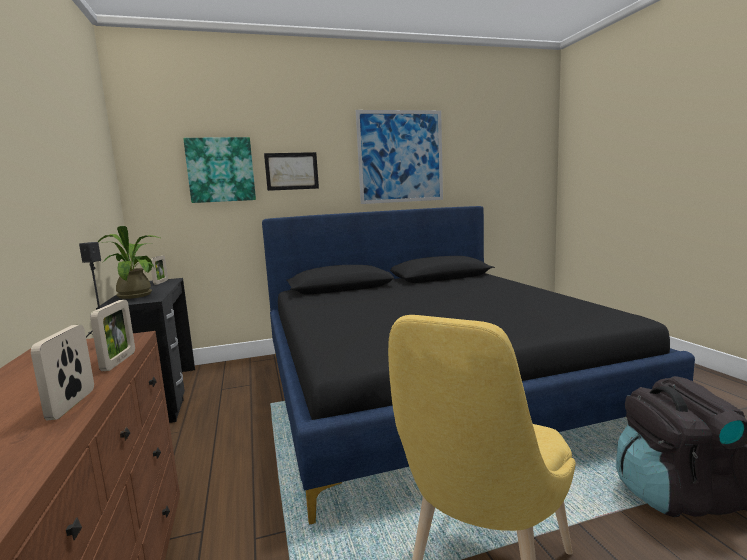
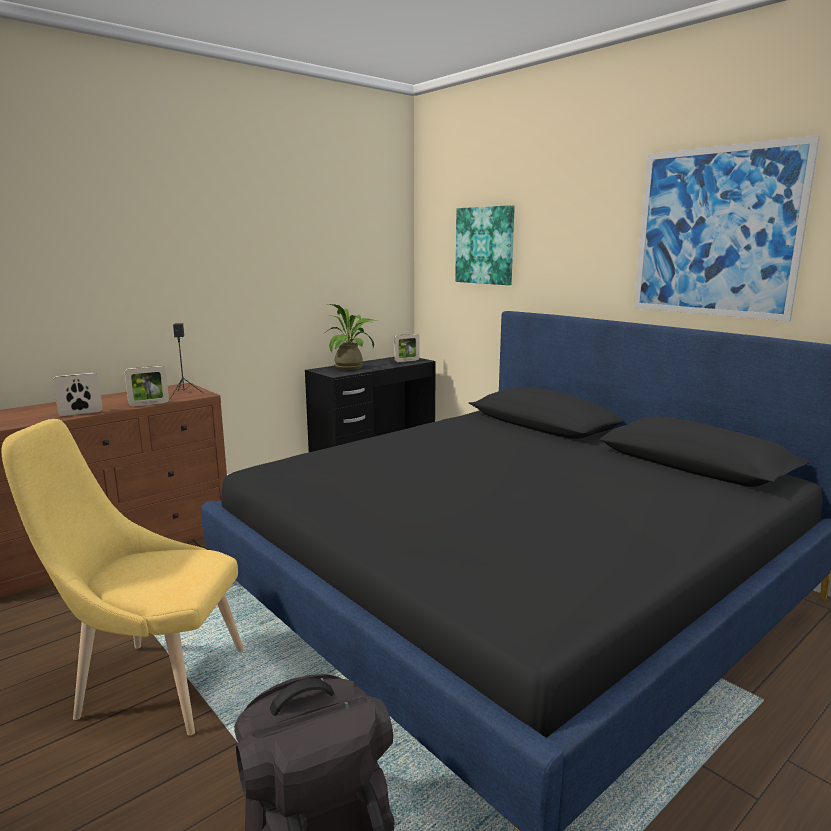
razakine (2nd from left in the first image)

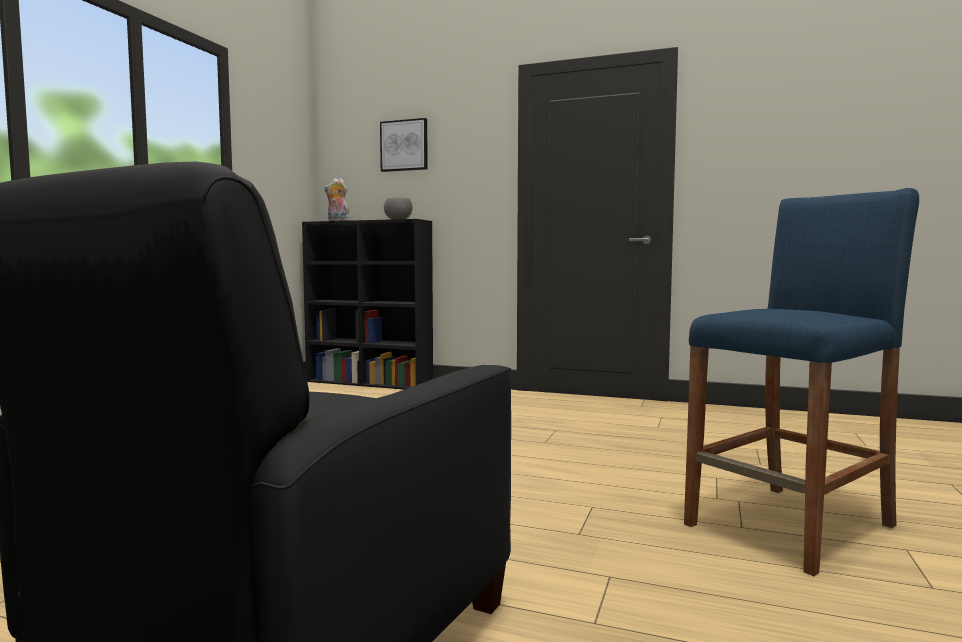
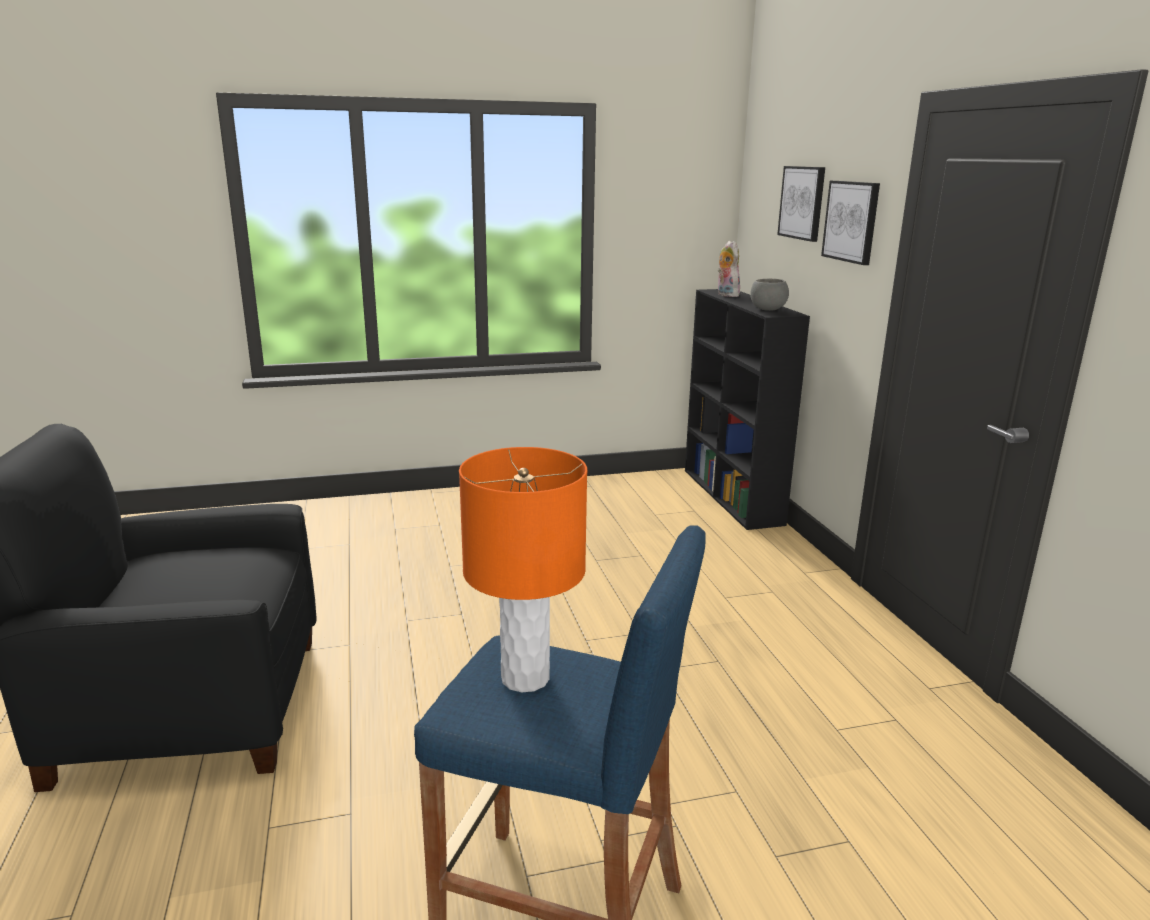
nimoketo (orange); razakine (2nd from left)

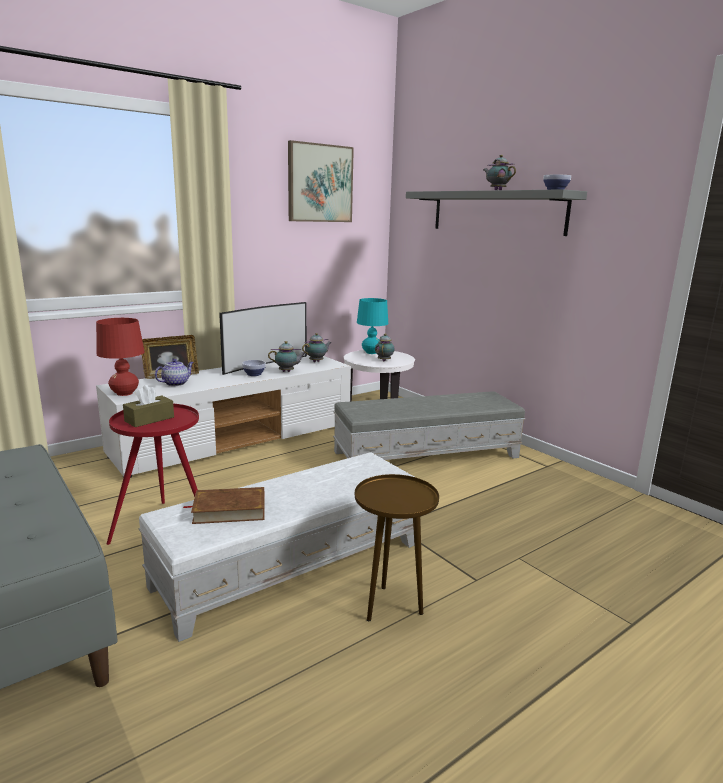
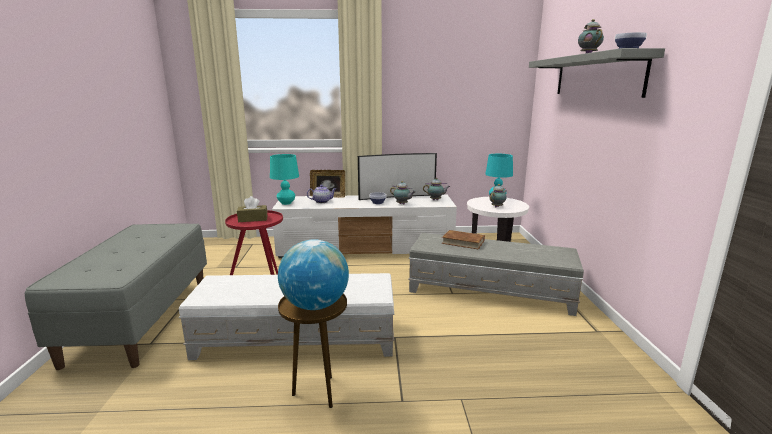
nimoketo (turquoise) (1st from left); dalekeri; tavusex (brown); razakine

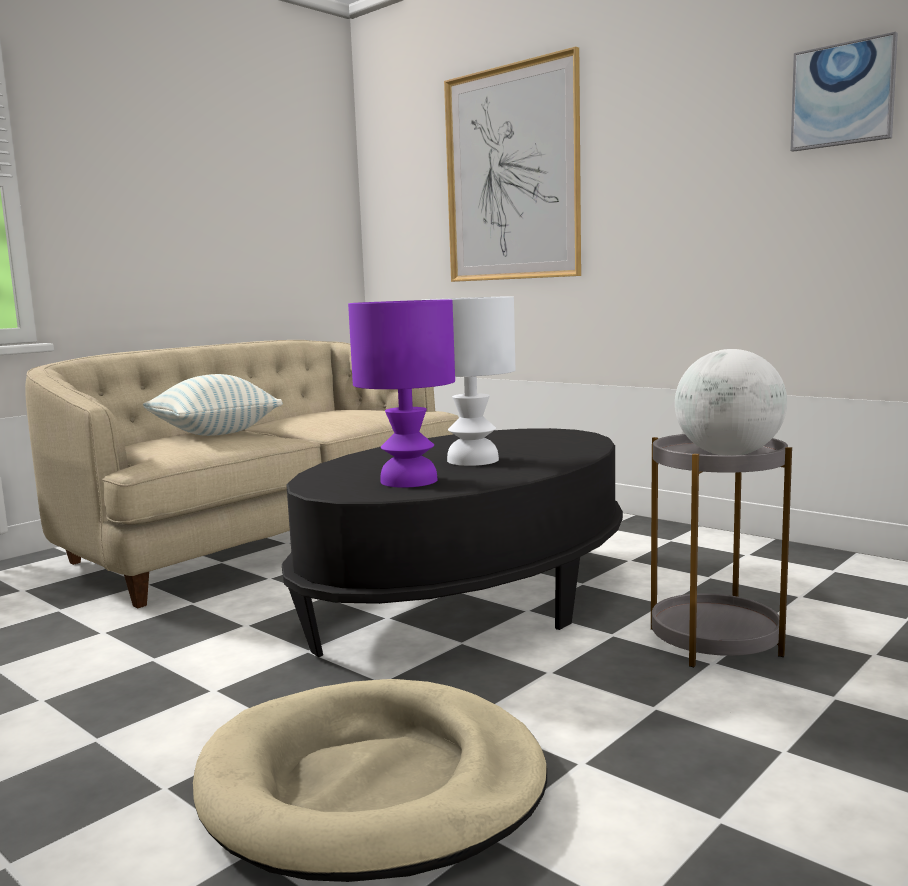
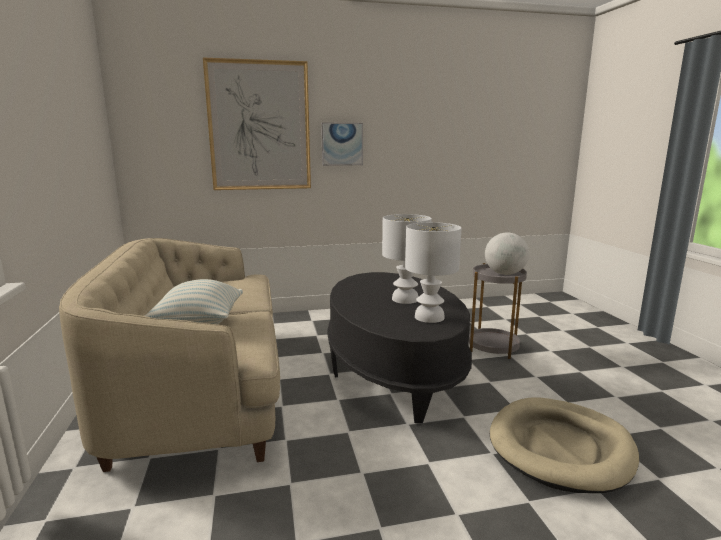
razakine (2nd from left); nimoketo (white) (2nd from left)

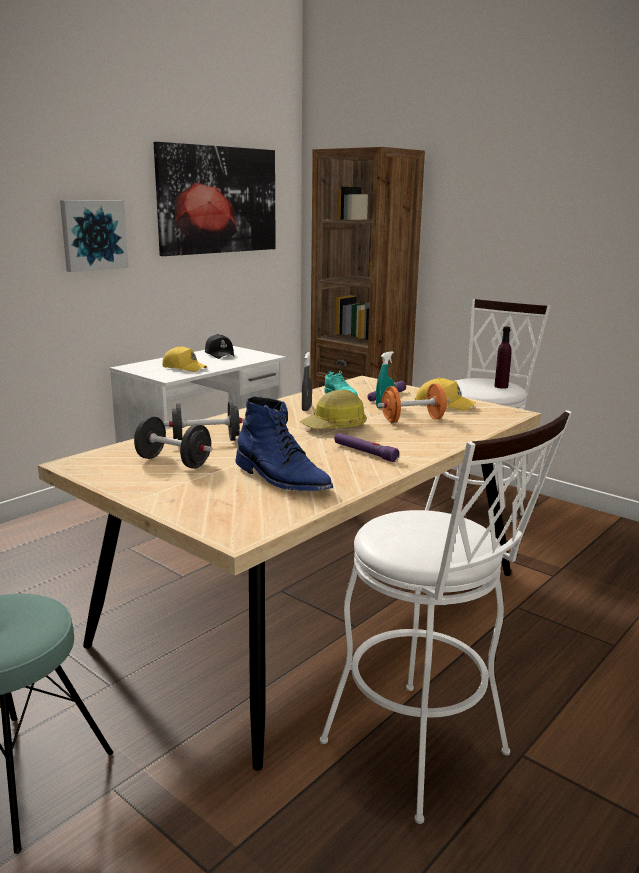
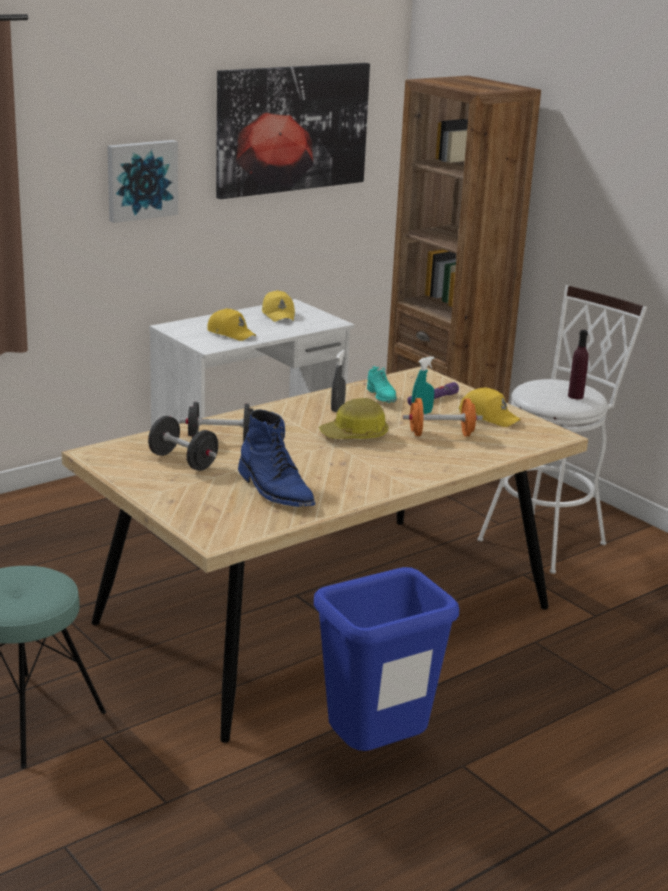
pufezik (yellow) (2nd from left); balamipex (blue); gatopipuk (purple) (1st from left in the first image)

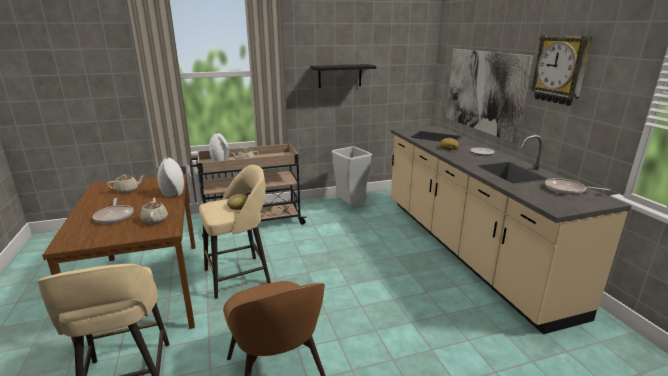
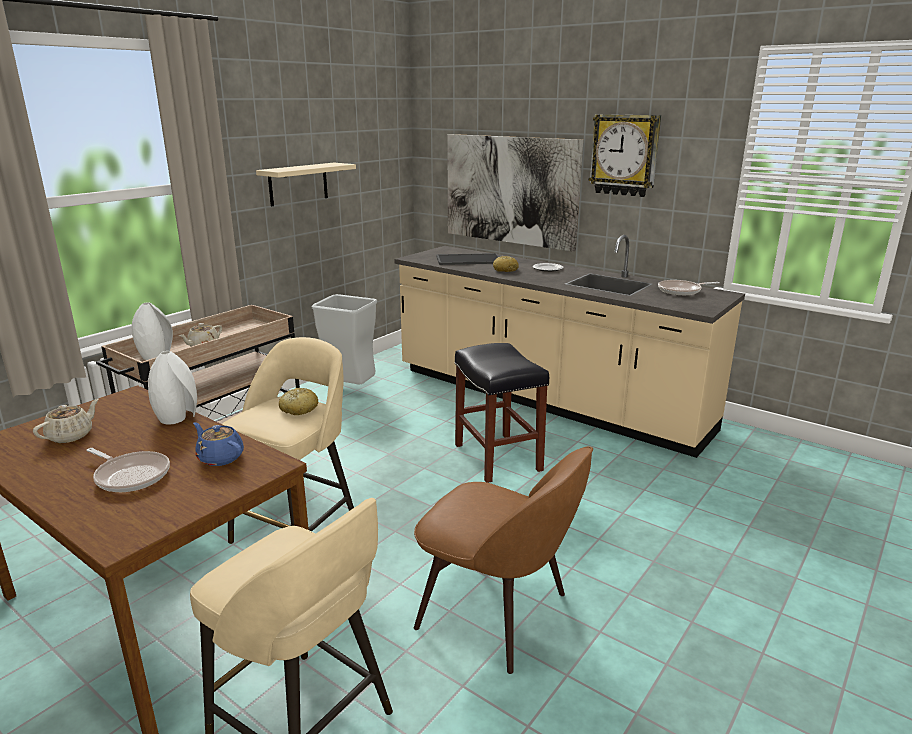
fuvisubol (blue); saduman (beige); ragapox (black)

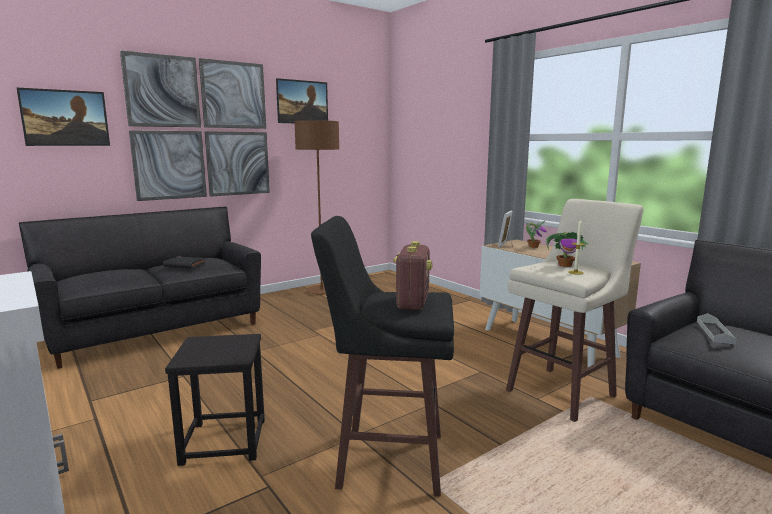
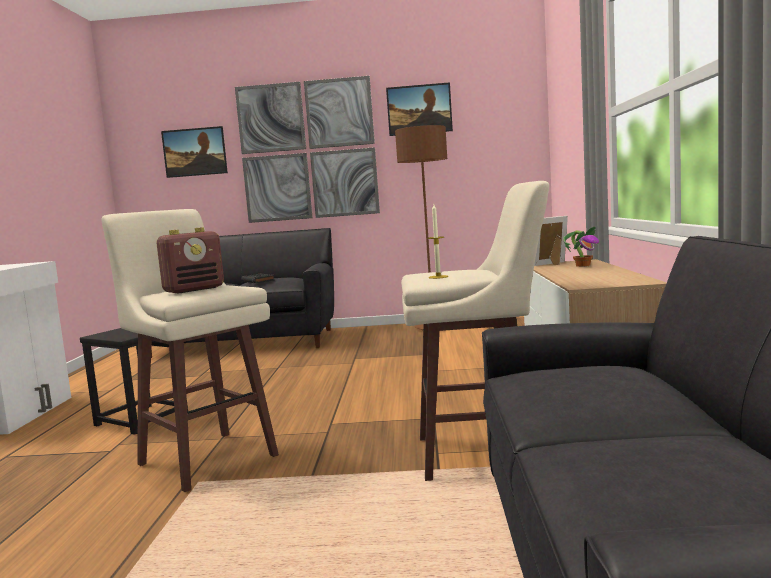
ragapox (beige) (1st from left); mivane (2nd from left in the first image); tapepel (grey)

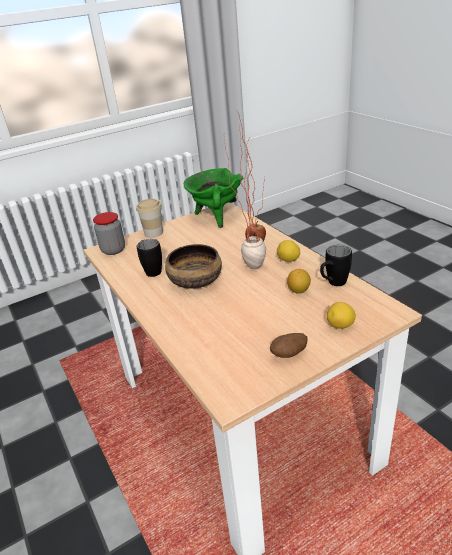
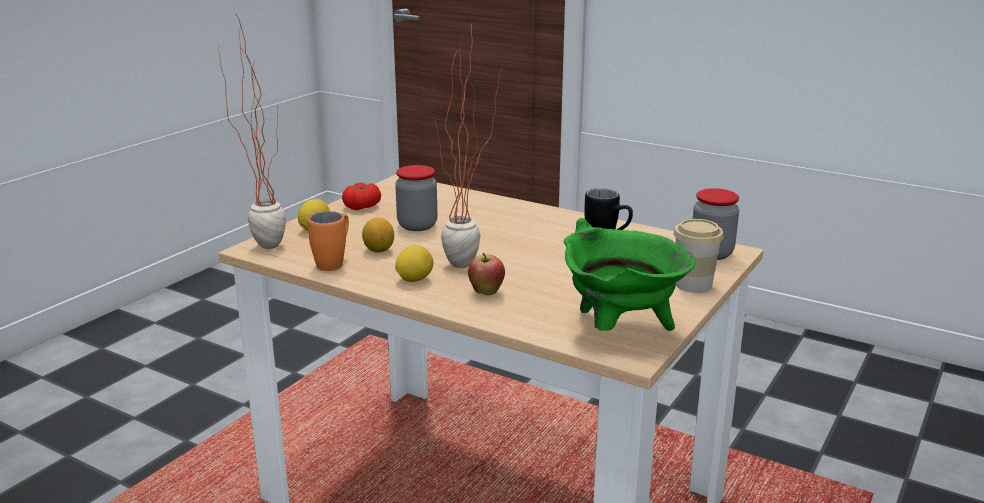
mivane (1st from left); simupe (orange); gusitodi; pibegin (1st from left); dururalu

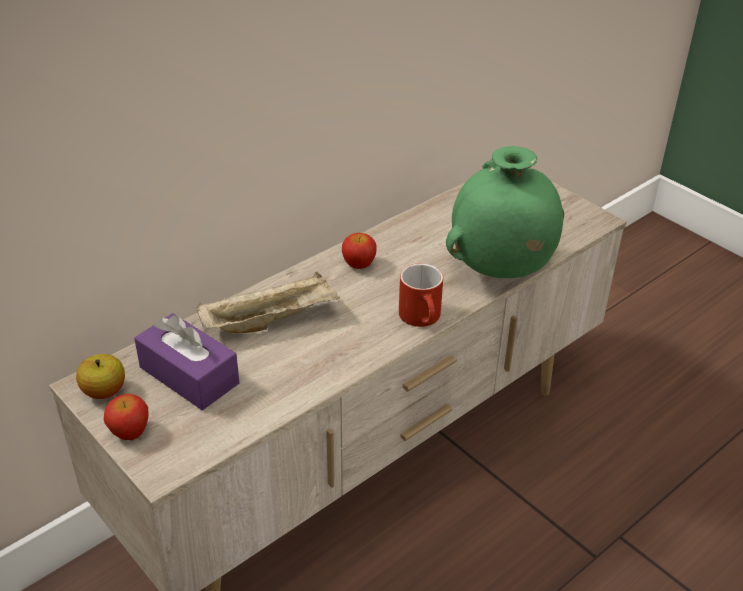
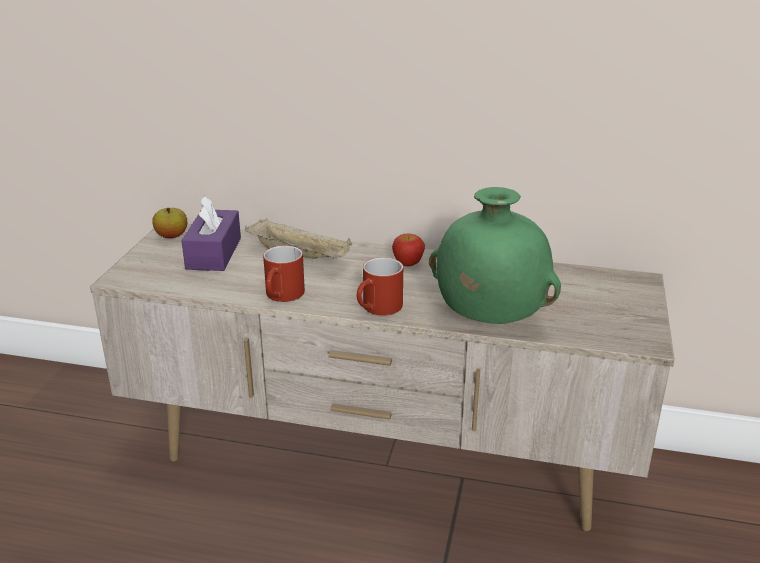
simupe (red) (1st from left); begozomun (2nd from left in the first image)

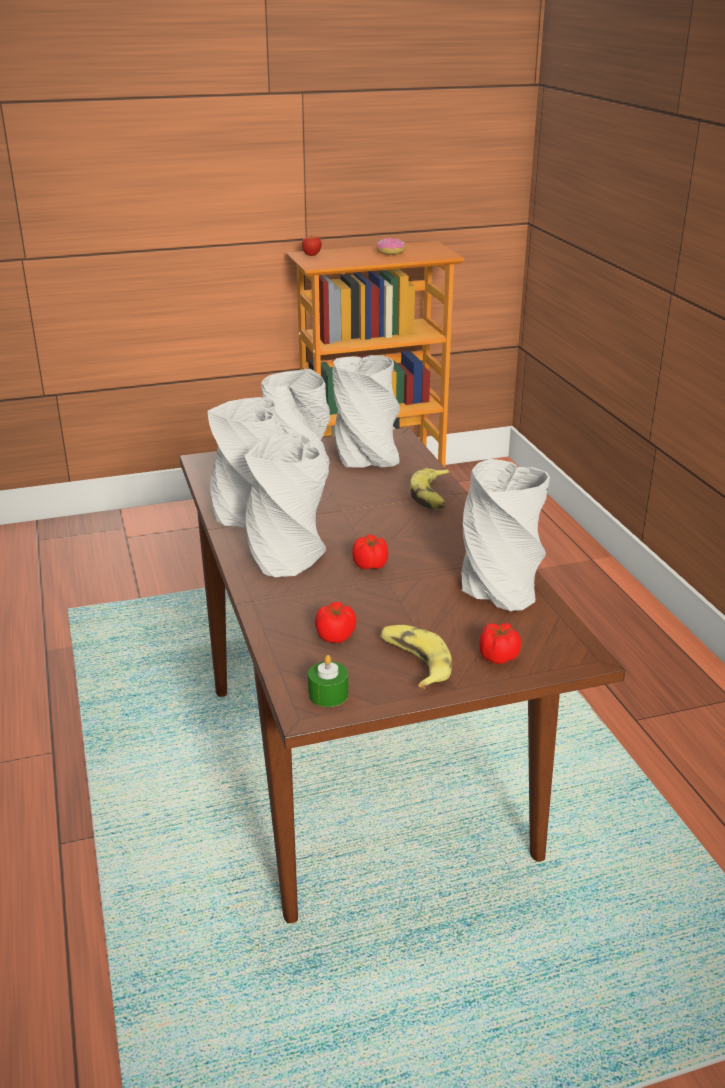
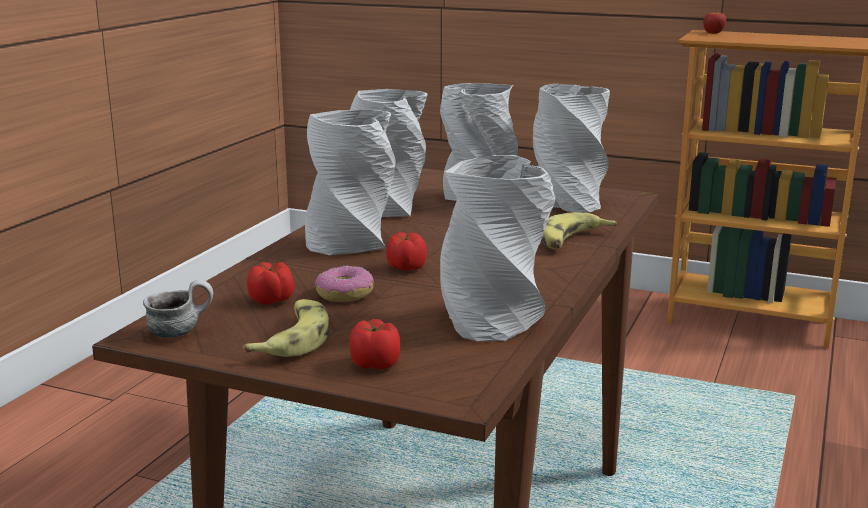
simupe; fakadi

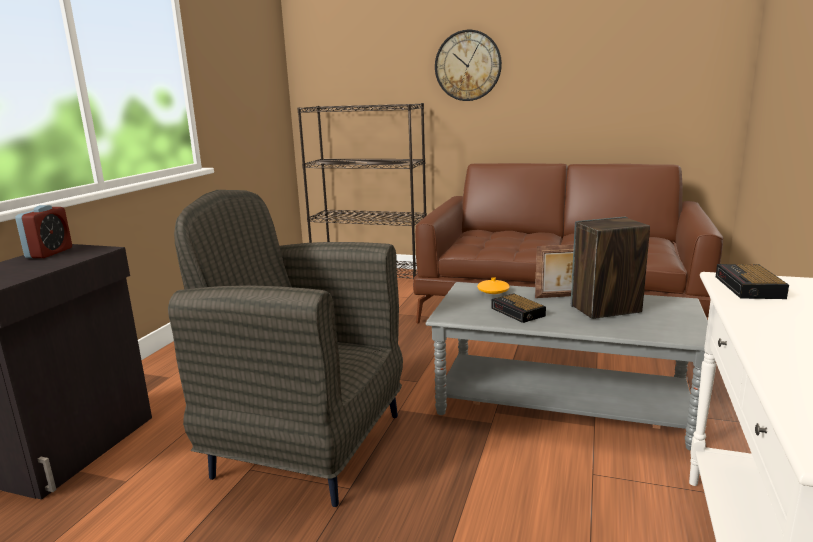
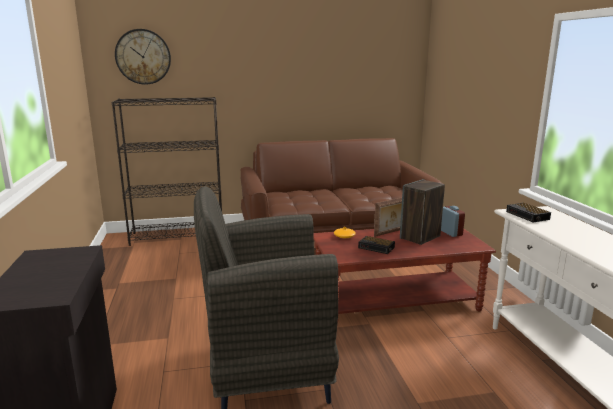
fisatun; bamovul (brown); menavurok (2nd from left)

